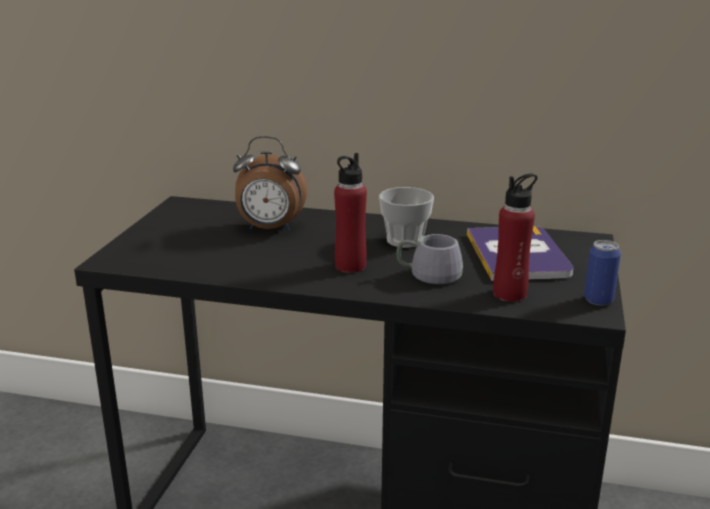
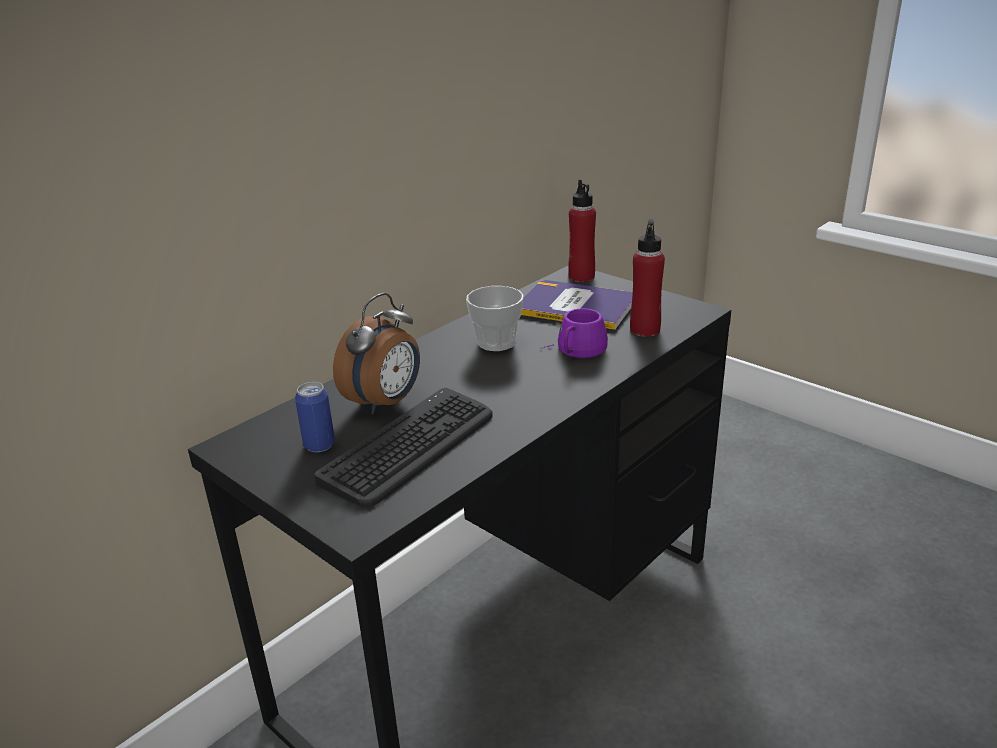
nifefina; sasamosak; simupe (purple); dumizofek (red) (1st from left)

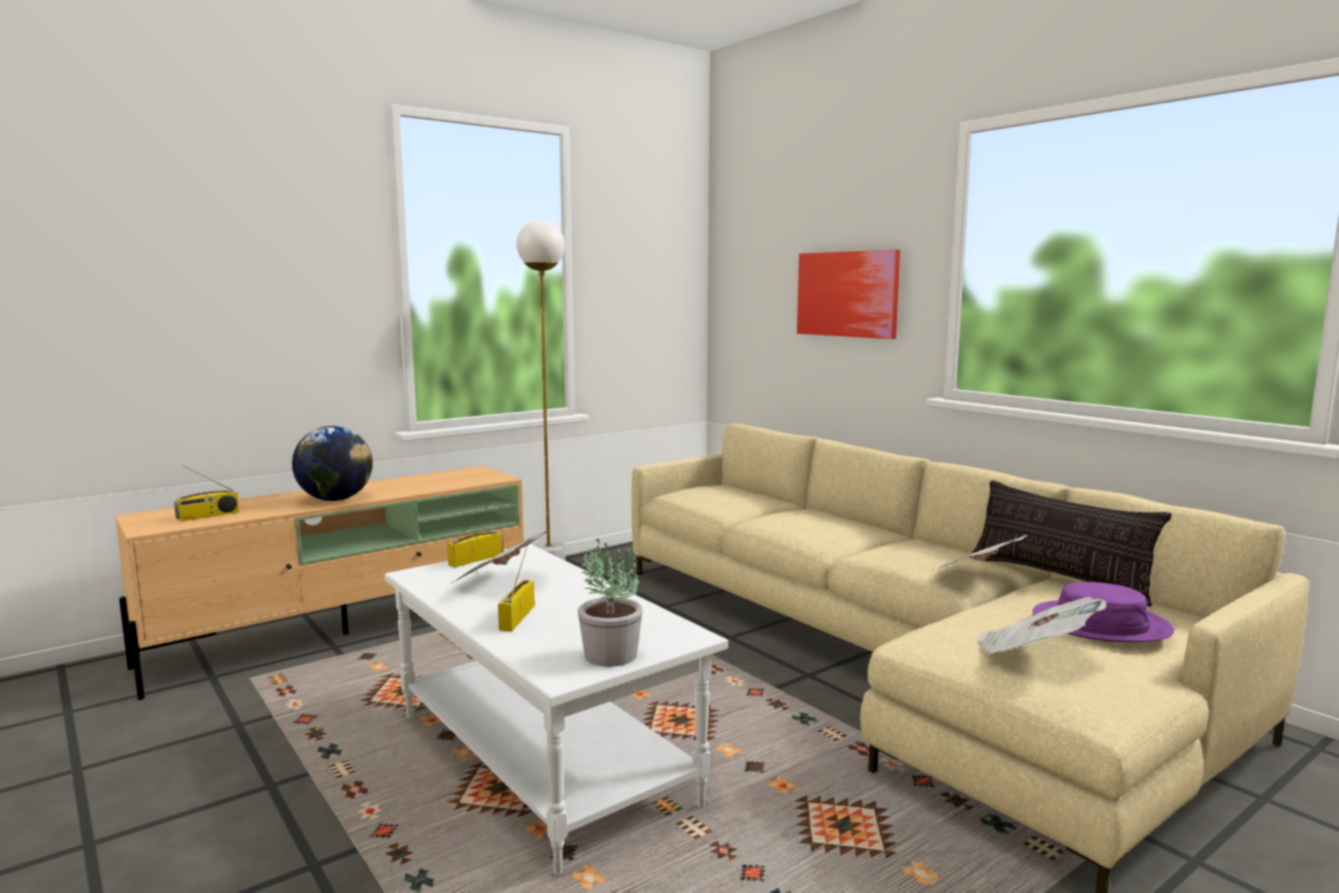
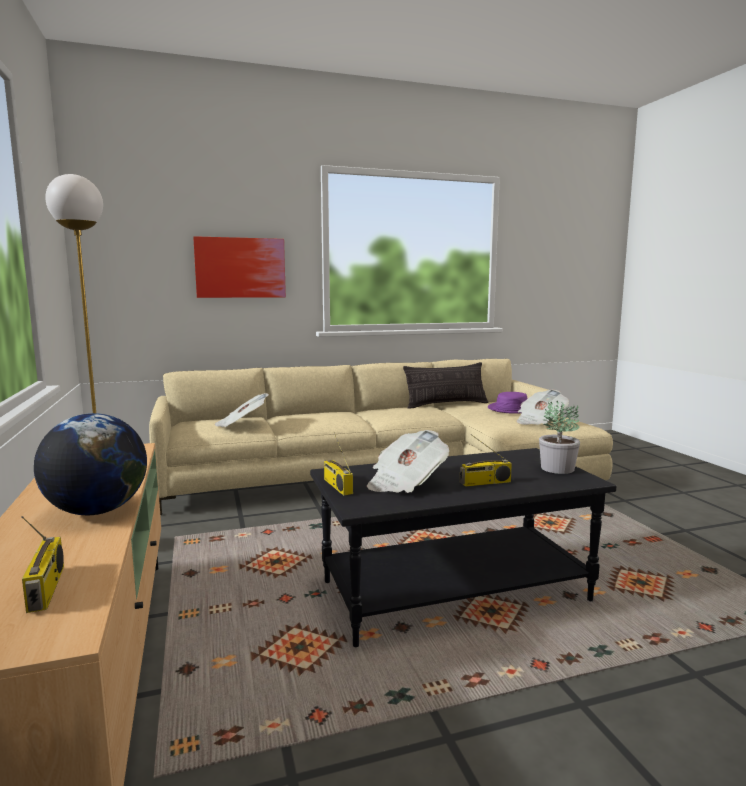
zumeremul (1st from left); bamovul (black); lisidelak (3rd from left)

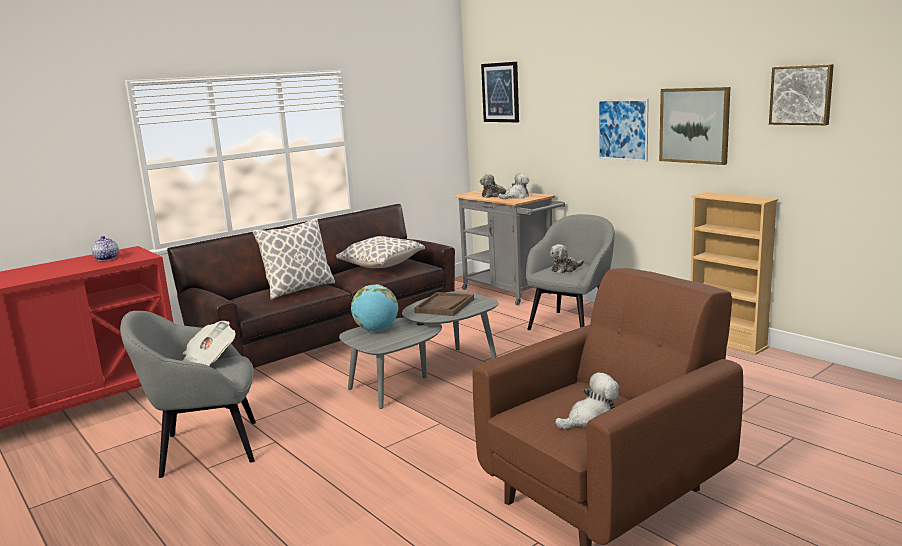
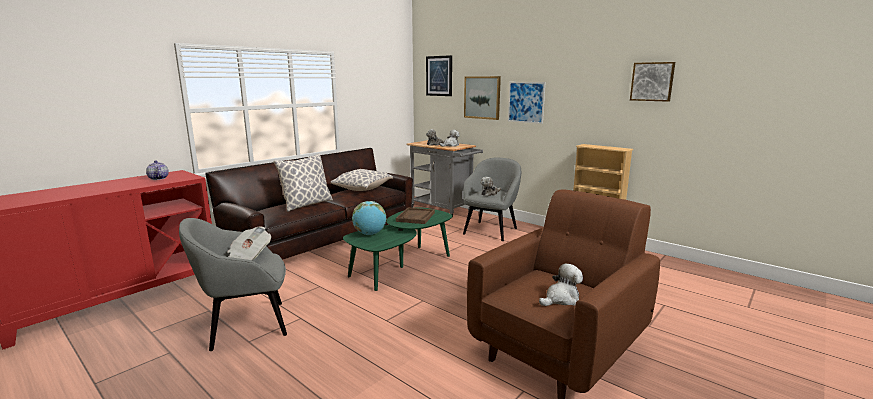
bamovul (green); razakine (2nd from left)

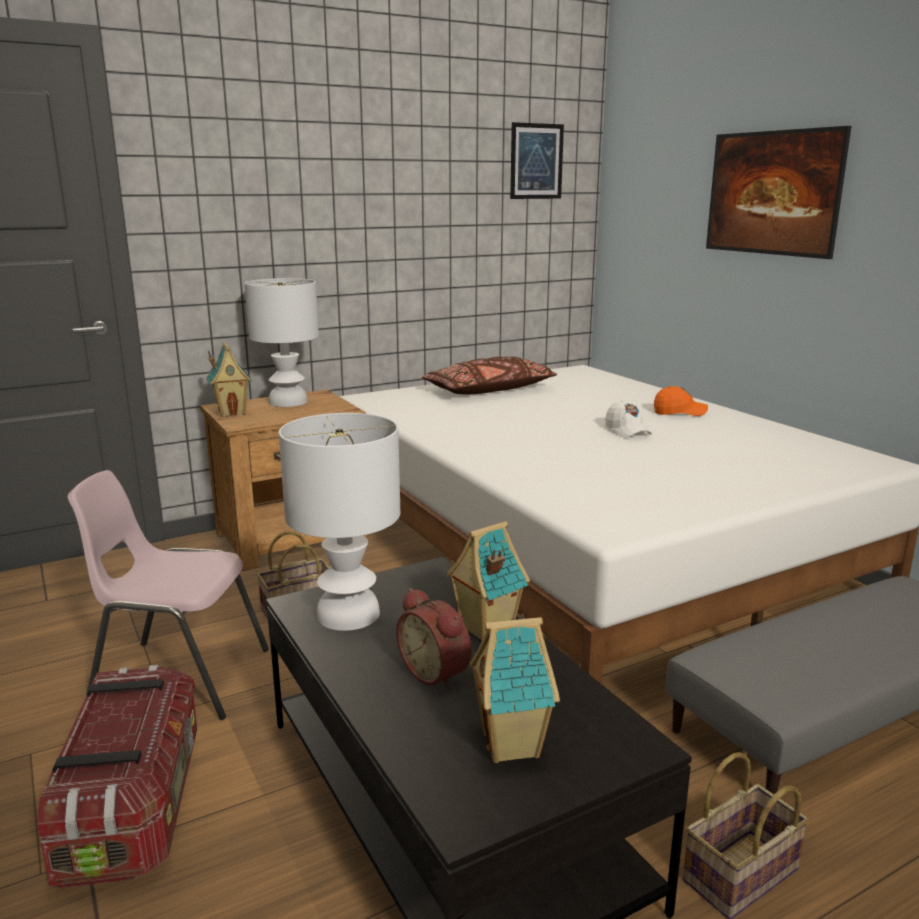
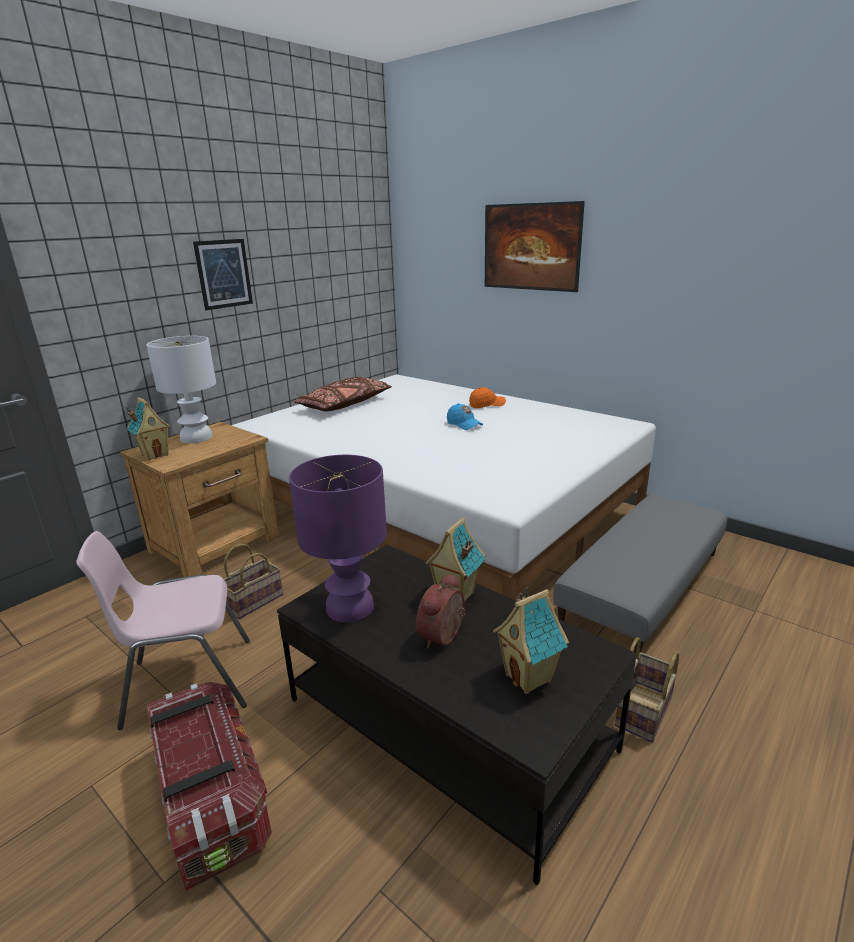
razakine (1st from left); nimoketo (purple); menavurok; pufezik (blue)

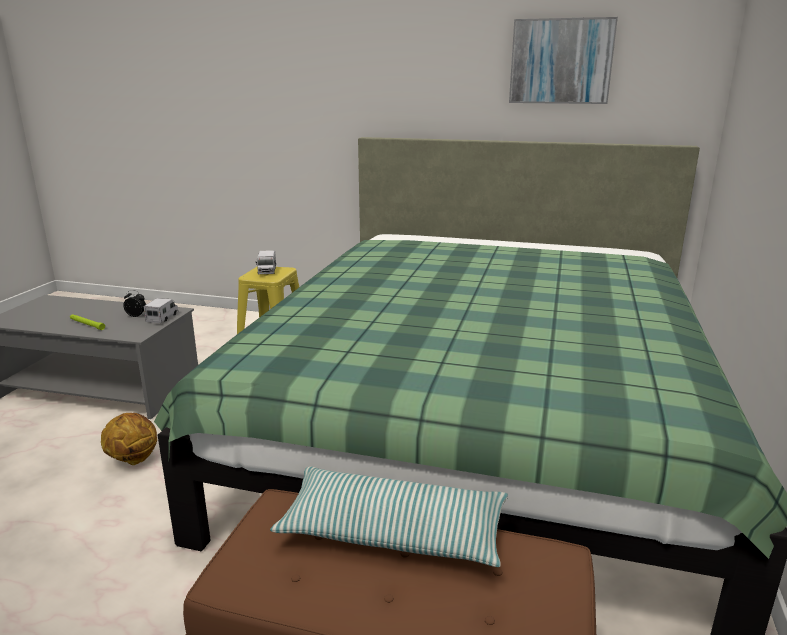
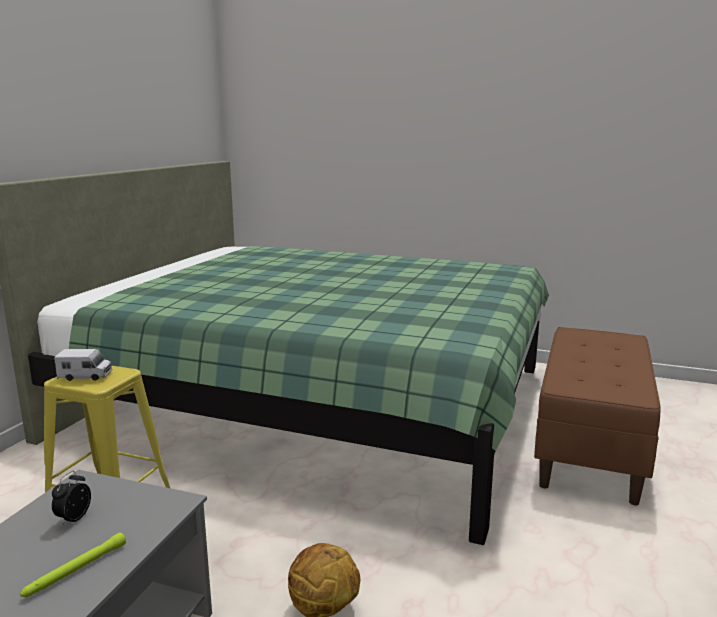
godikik (1st from left in the first image); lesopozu; razakine

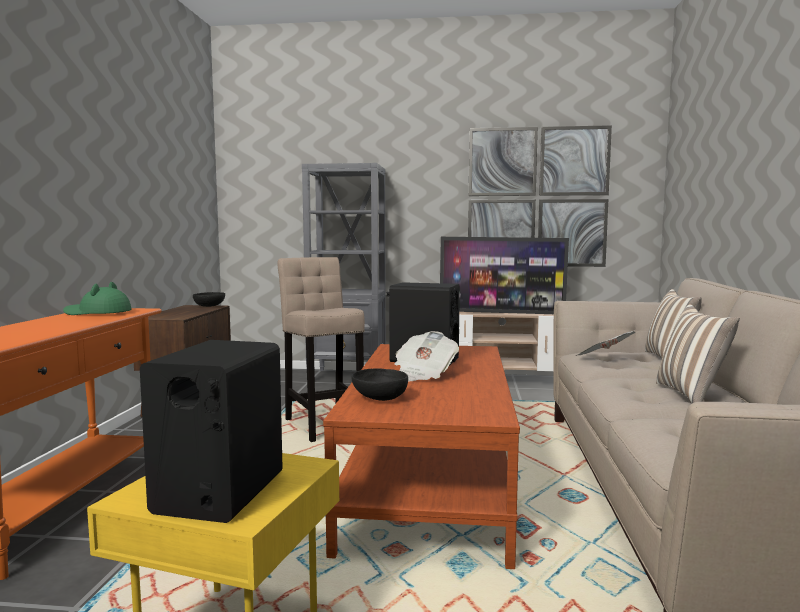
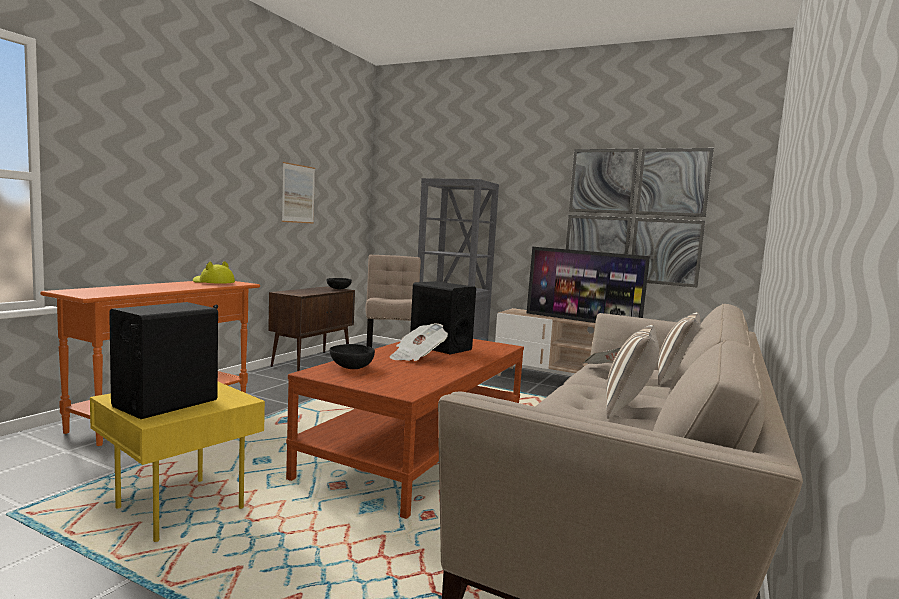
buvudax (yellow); razakine (1st from left)

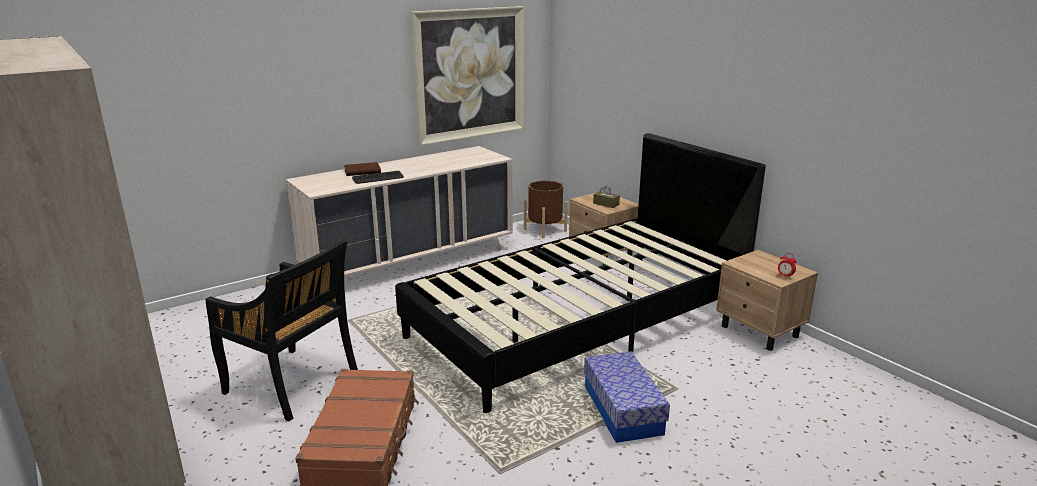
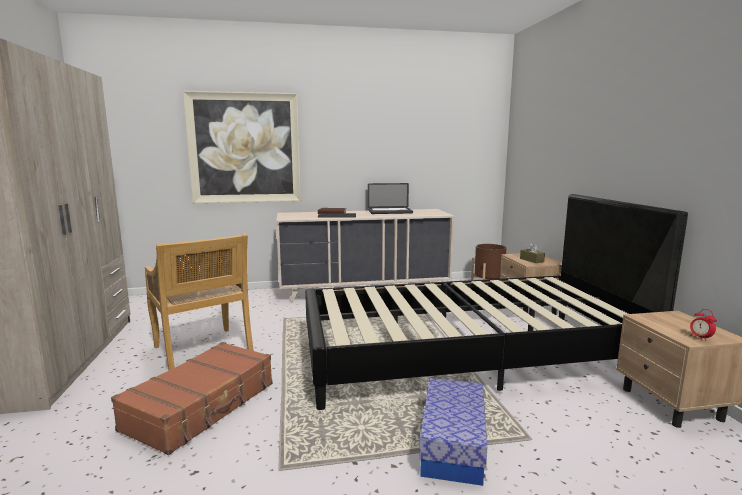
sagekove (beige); razakine; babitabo

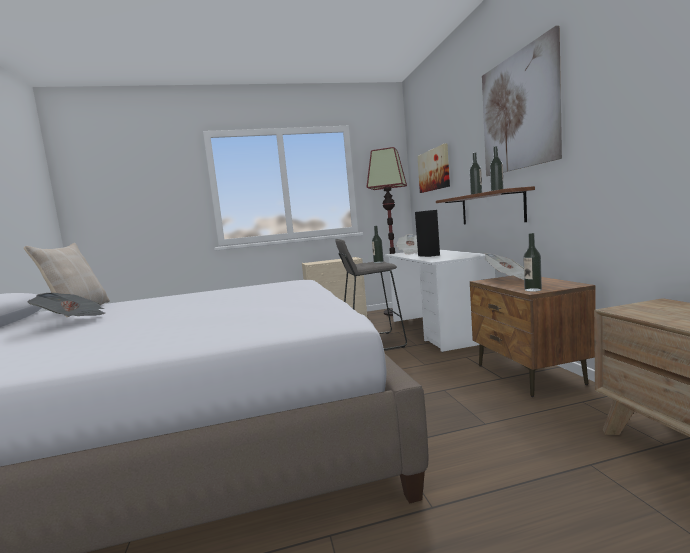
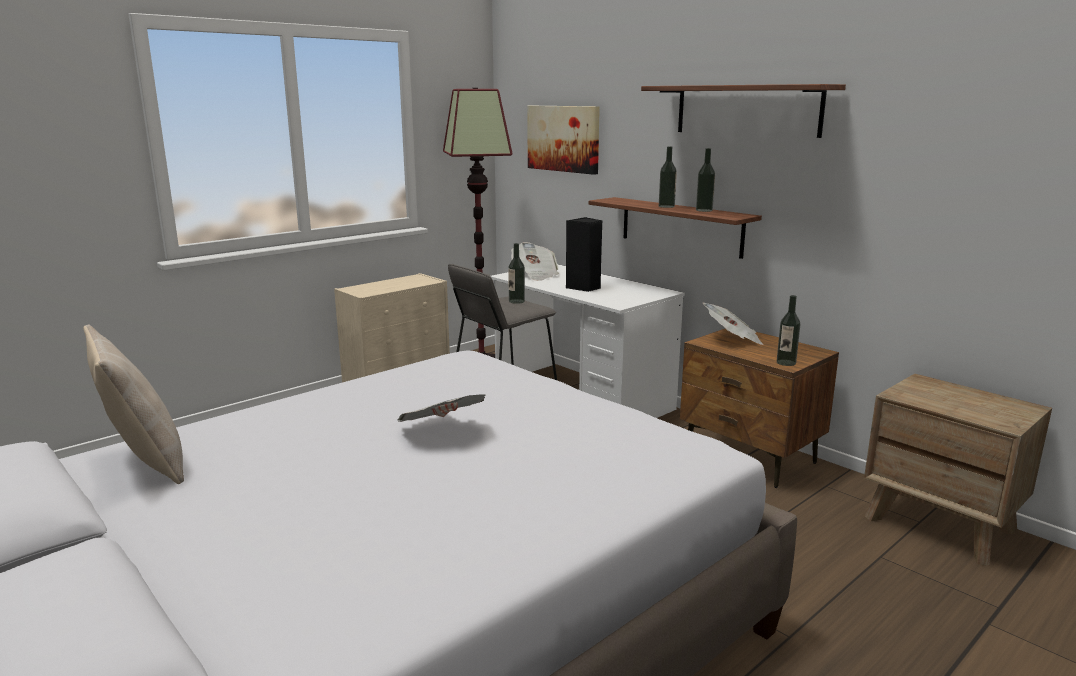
zumeremul (1st from left); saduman (2nd from left)

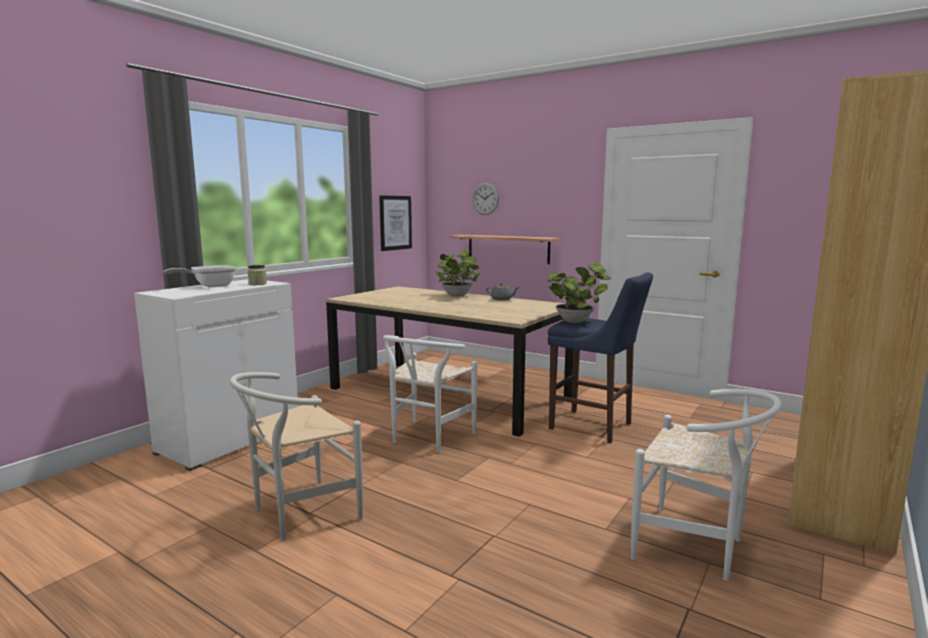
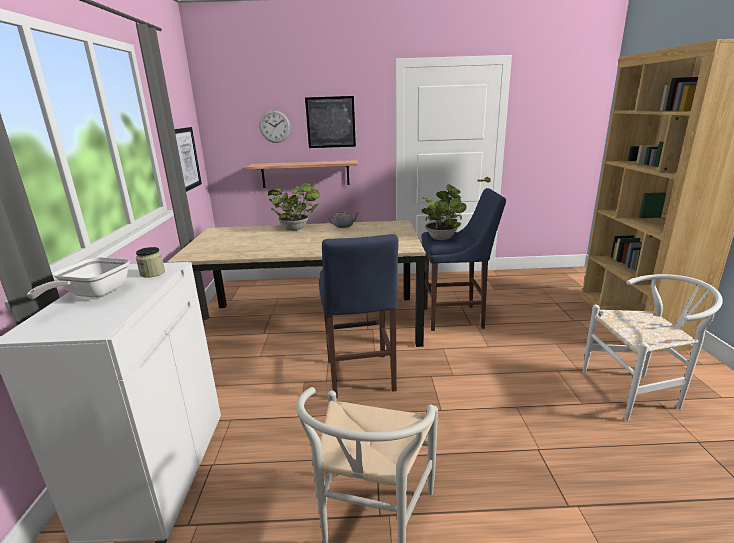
razakine (2nd from left); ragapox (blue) (1st from left)

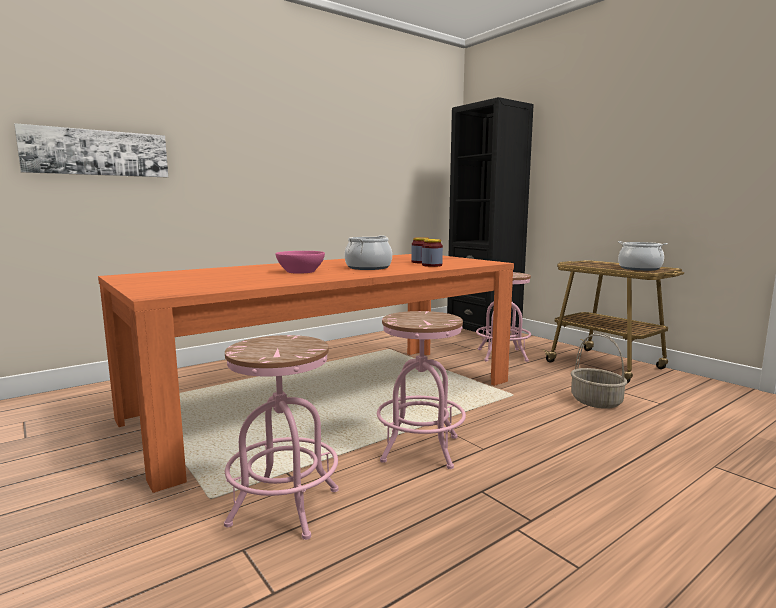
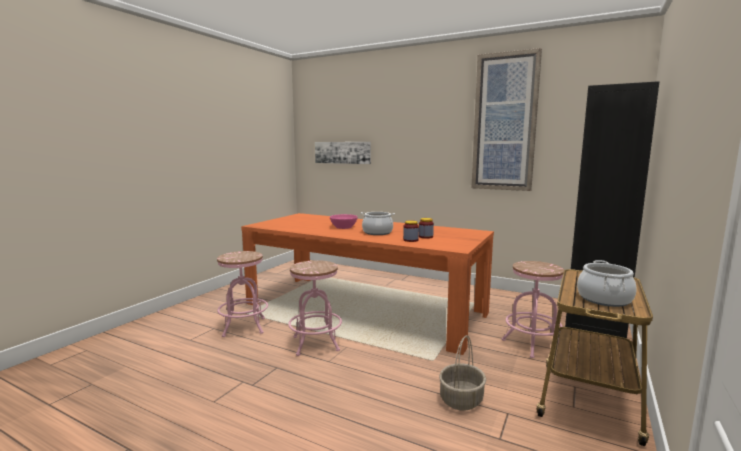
razakine (2nd from left)

